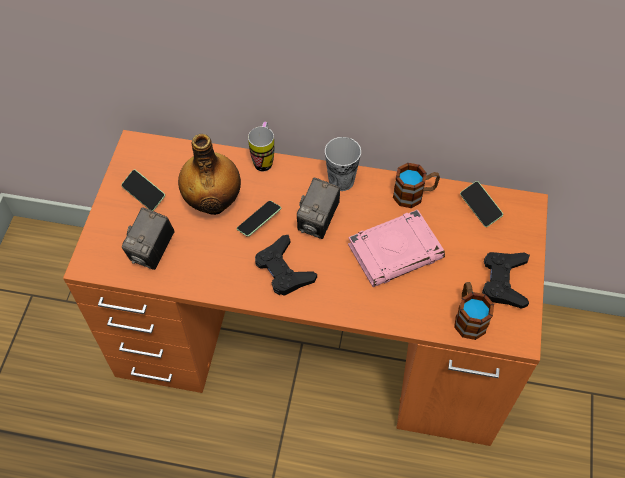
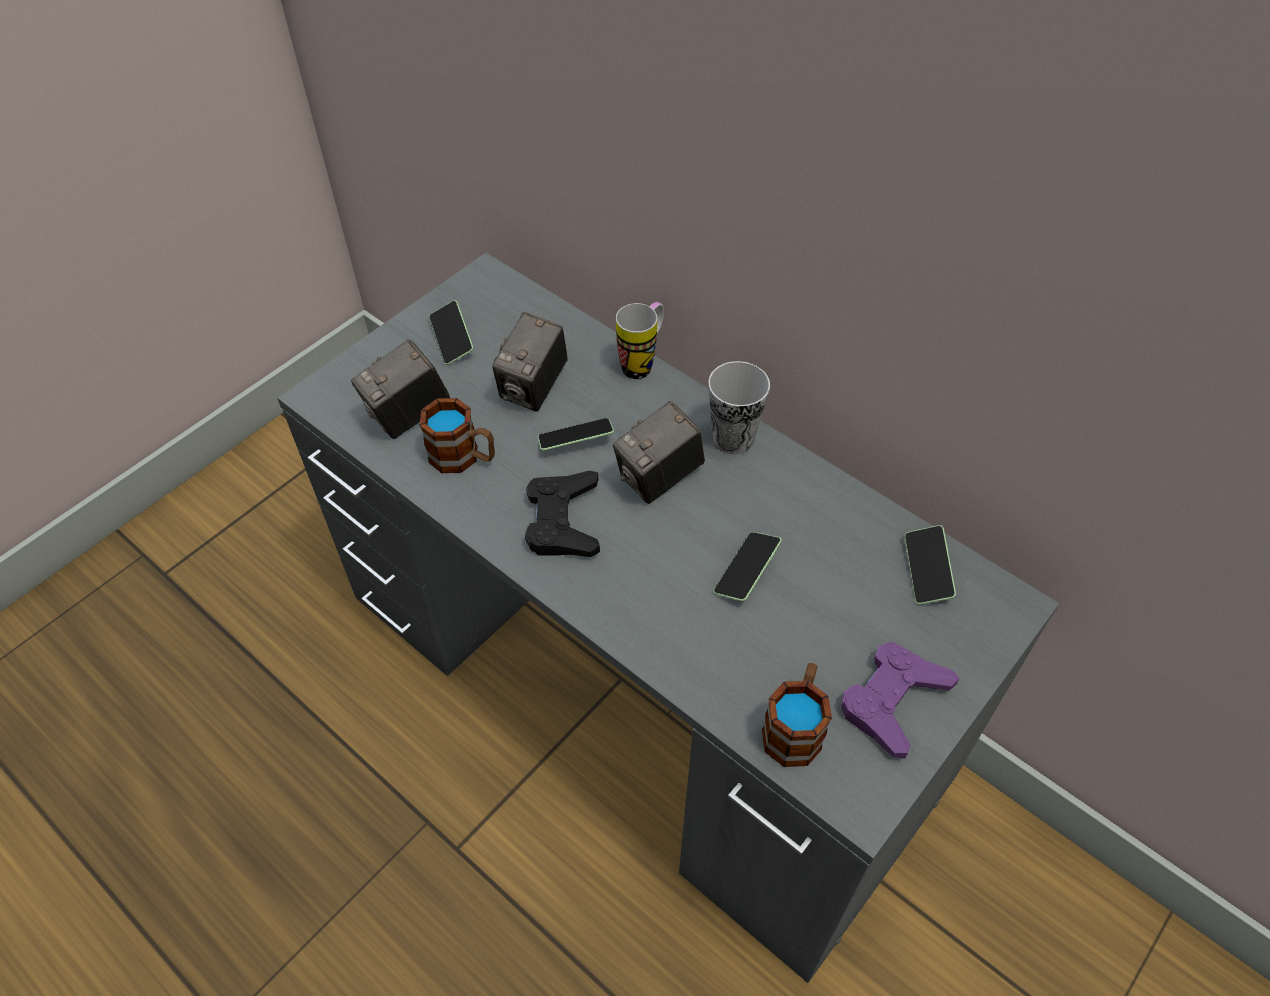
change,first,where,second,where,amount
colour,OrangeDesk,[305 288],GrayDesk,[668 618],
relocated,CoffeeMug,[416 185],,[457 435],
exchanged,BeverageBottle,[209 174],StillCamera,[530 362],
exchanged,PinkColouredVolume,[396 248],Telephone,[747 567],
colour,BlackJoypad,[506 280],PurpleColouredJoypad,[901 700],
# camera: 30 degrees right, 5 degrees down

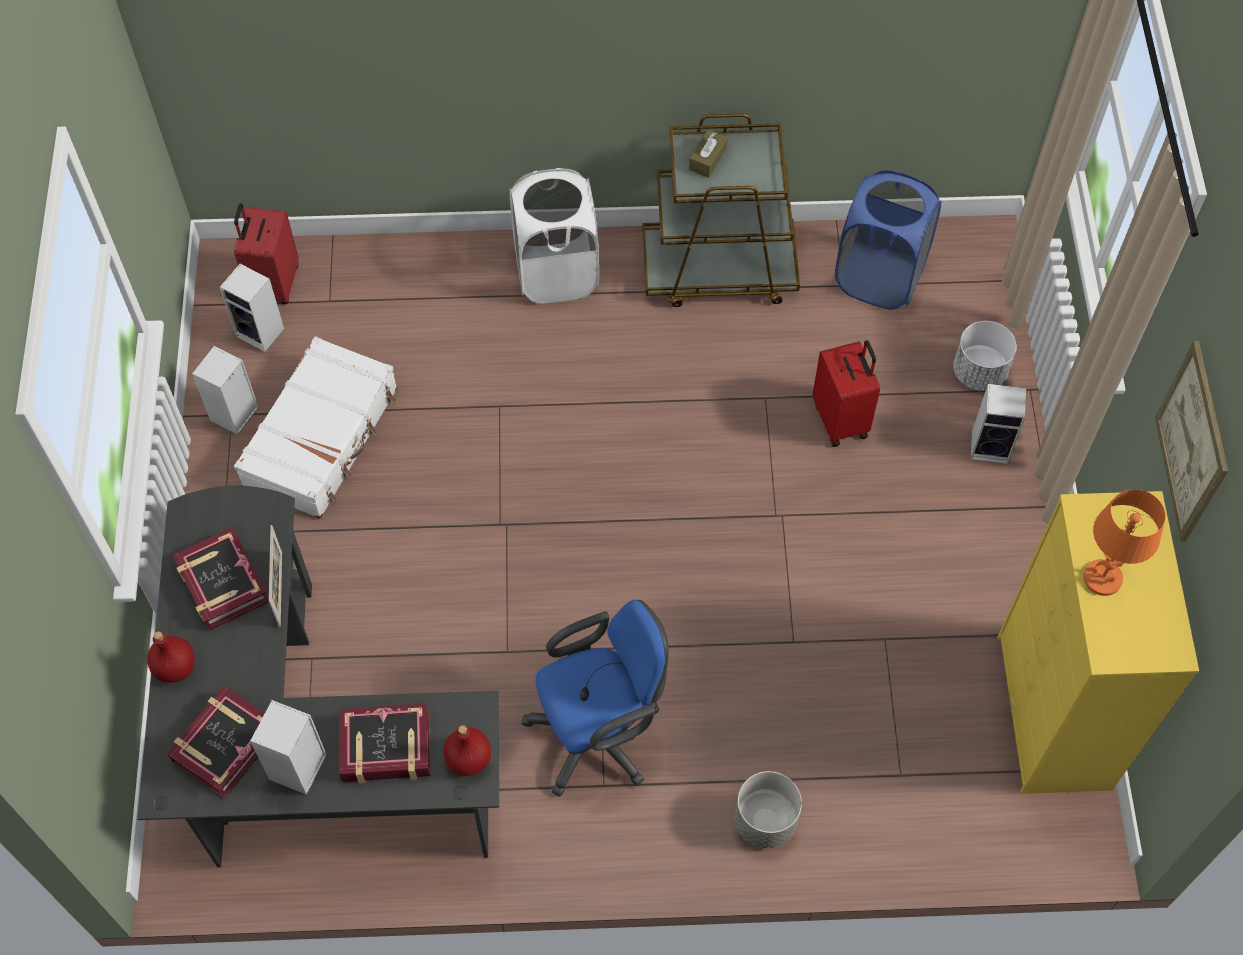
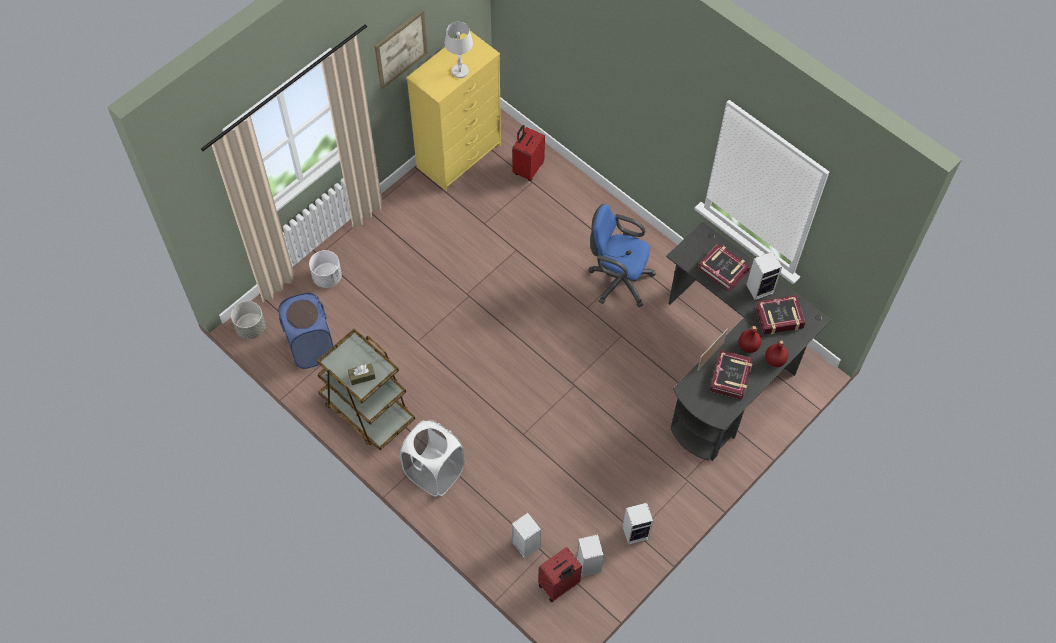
change,first,where,second,where,amount
relocated,GrayFlowerPot,[768 809],,[248 320],
colour,OrangeLampForATable,[1124 542],WhiteColouredLampForATable,[459 50],
relocated,RedColouredSuitcase,[846 393],,[528 153],
relocated,Loudspeaker,[998 424],,[526 536],
relocated,RedColouredBeverageBottle,[467 750],,[750 339],
missing,WhiteColouredSuitcase,[316 427],,,
# camera: 135 degrees left, 0 degrees up

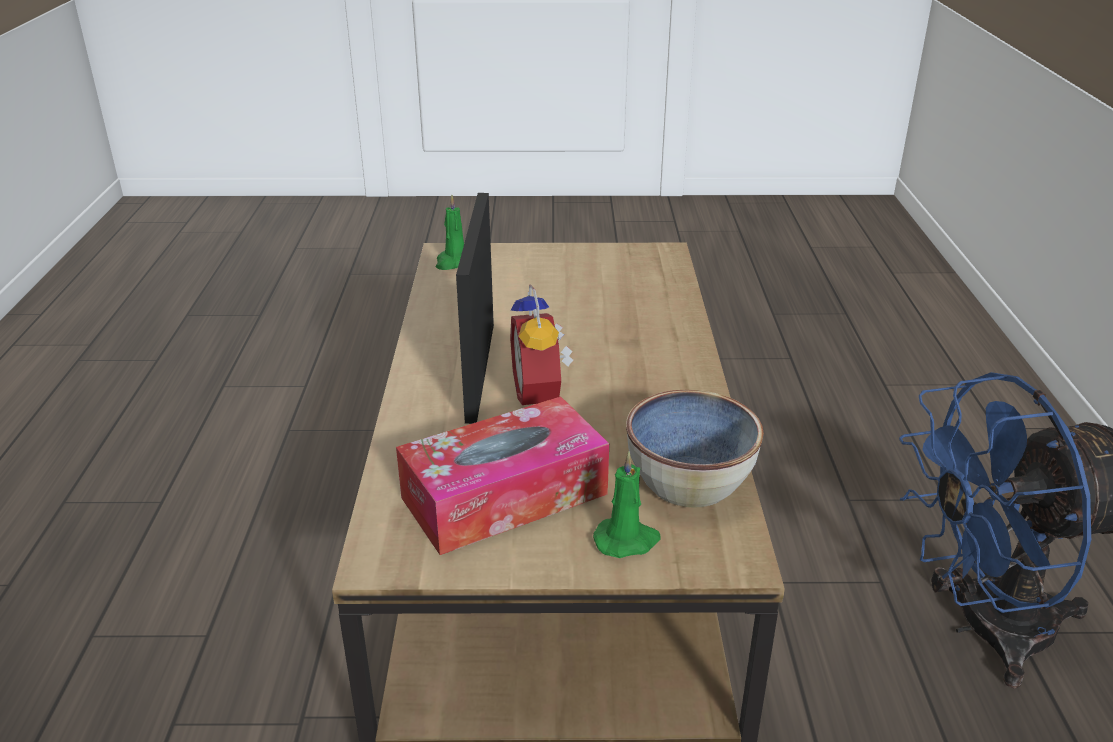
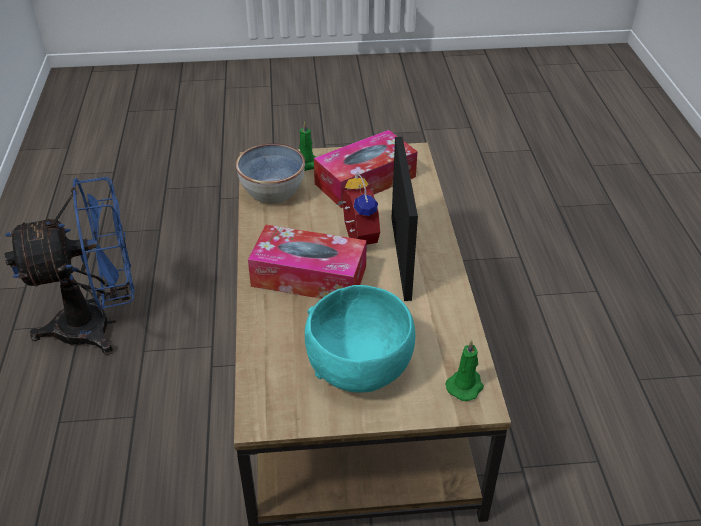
change,first,where,second,where,amount
appeared,,,BoxOfTissues,[307 262],
appeared,,,TurquoiseColouredBowl,[360 339],
# camera: 175 degrees right, 10 degrees up

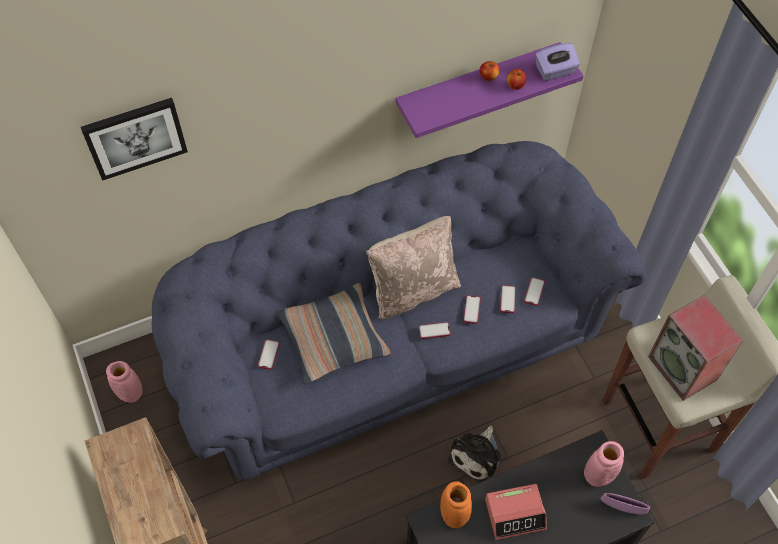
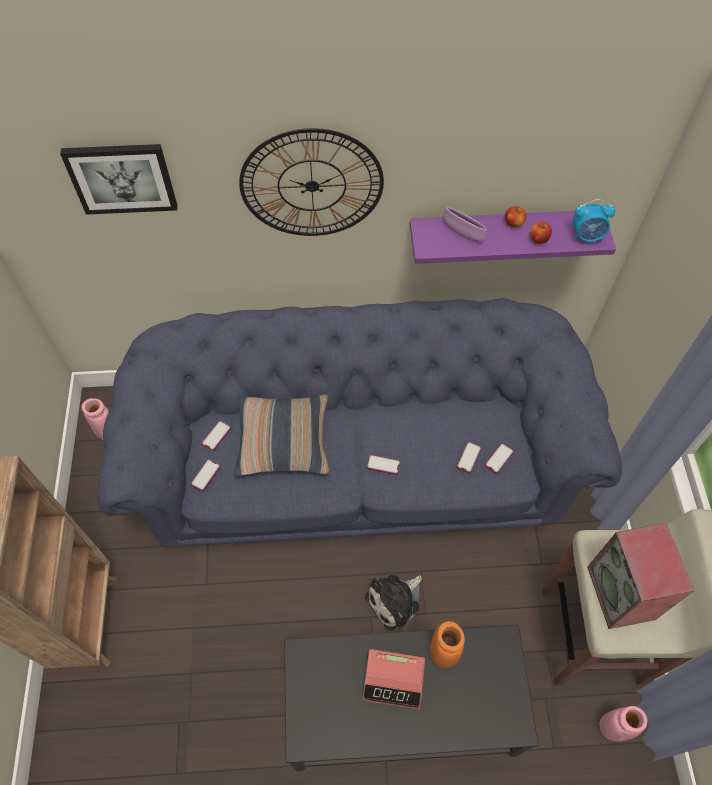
change,first,where,second,where,amount
relocated,Telephone,[472 309],,[205 475],
appeared,,,ClockOnTheWall,[311 182],
relocated,OrangeVase,[456 504],,[448 644],
relocated,PurpleColouredBowl,[625 503],,[465 224],
exchanged,PurpleColouredBoxOfTissues,[558 62],BedsideClock,[593 220],
relocated,PinkColouredVase,[604 464],,[624 723],
missing,BeigeColouredThrowPillow,[413 267],,,
# camera: 20 degrees right, 0 degrees up

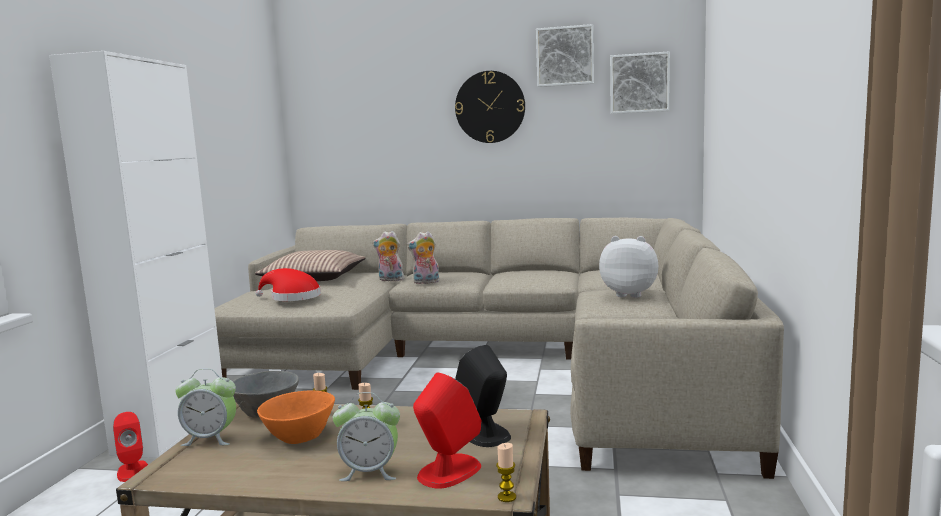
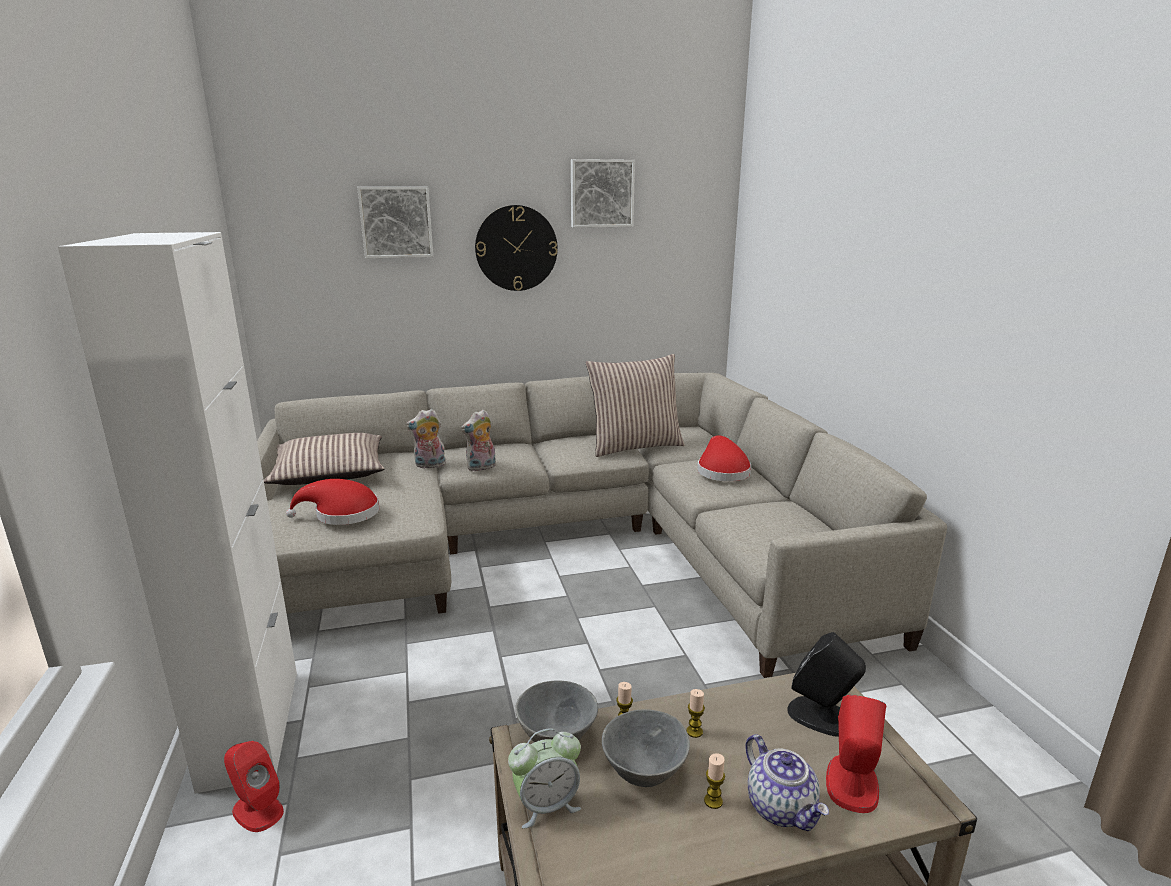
change,first,where,second,where,amount
relocated,WallPicture,[640 82],,[395 223],
appeared,,,ThrowPillow,[635 405],
colour,OrangeBowl,[296 417],GrayBowl,[646 748],
exchanged,PlushToy,[629 267],RedColouredClothingHat,[724 458],
relocated,Candle,[506 472],,[714 781],
exchanged,BedsideClock,[366 436],PotForTea,[787 783],
# camera: 25 degrees left, 10 degrees up

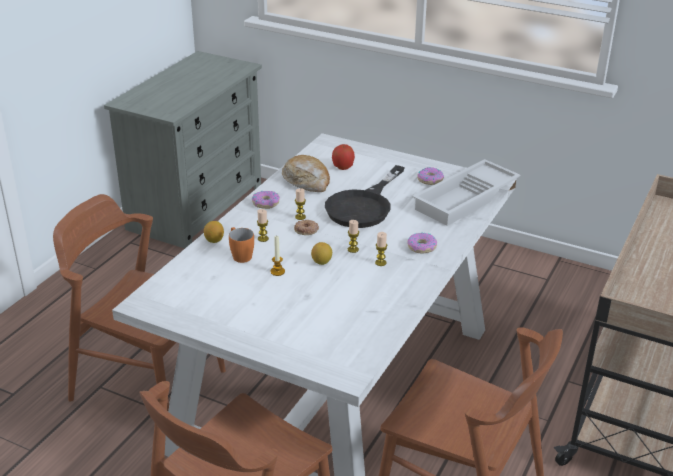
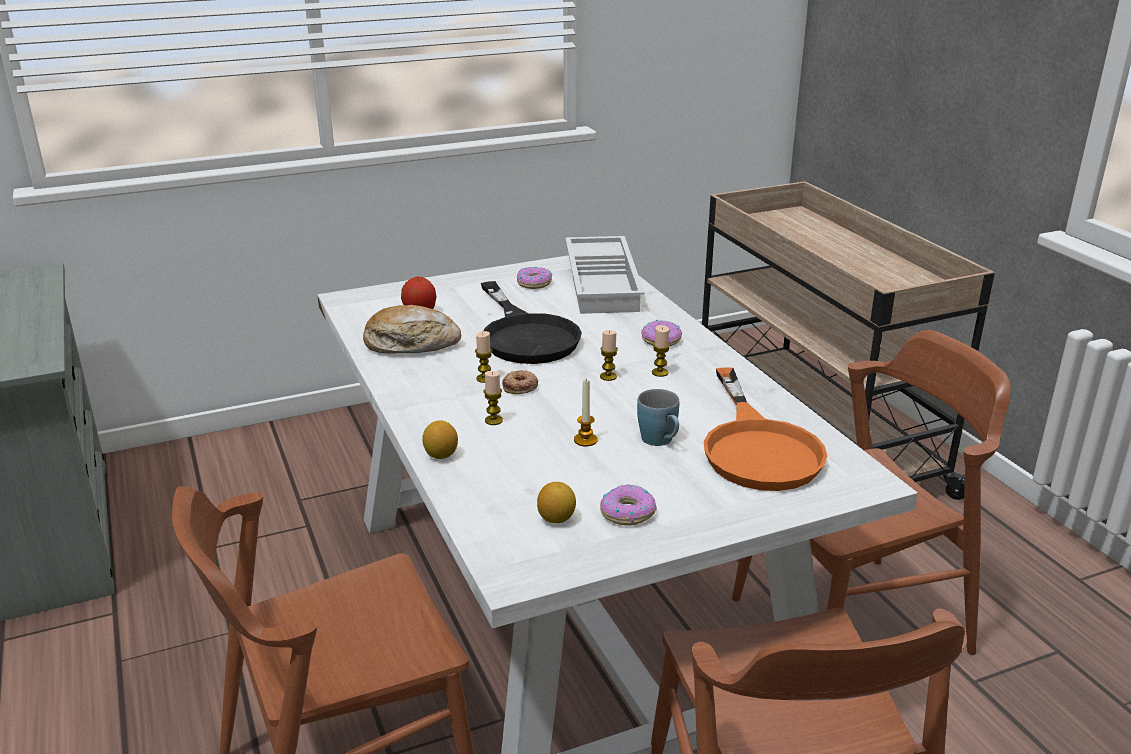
change,first,where,second,where,amount
relocated,WholeLemon,[321 253],,[556 502],
relocated,RingDoughnut,[266 200],,[628 505],
appeared,,,BlueColouredCoffeeMug,[658 417],
appeared,,,OrangePan,[765 429],
missing,OrangeCoffeeMug,[241 245],,,
# camera: 50 degrees left, 5 degrees down

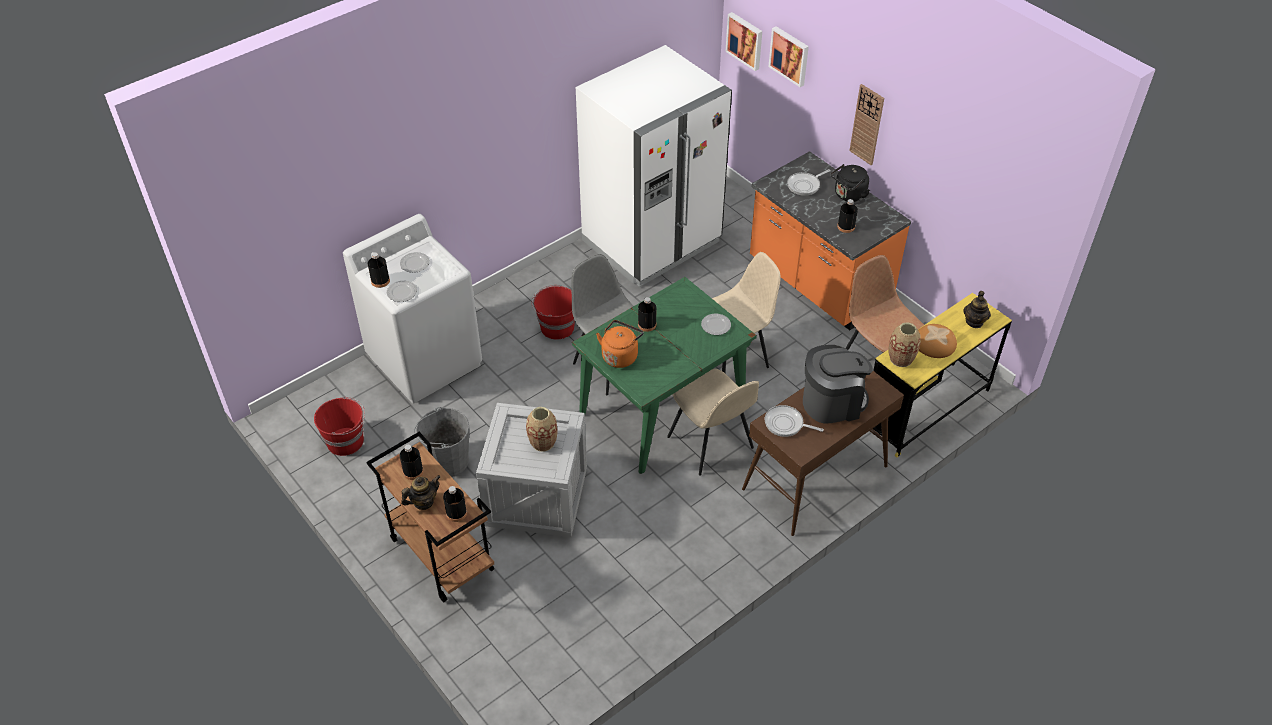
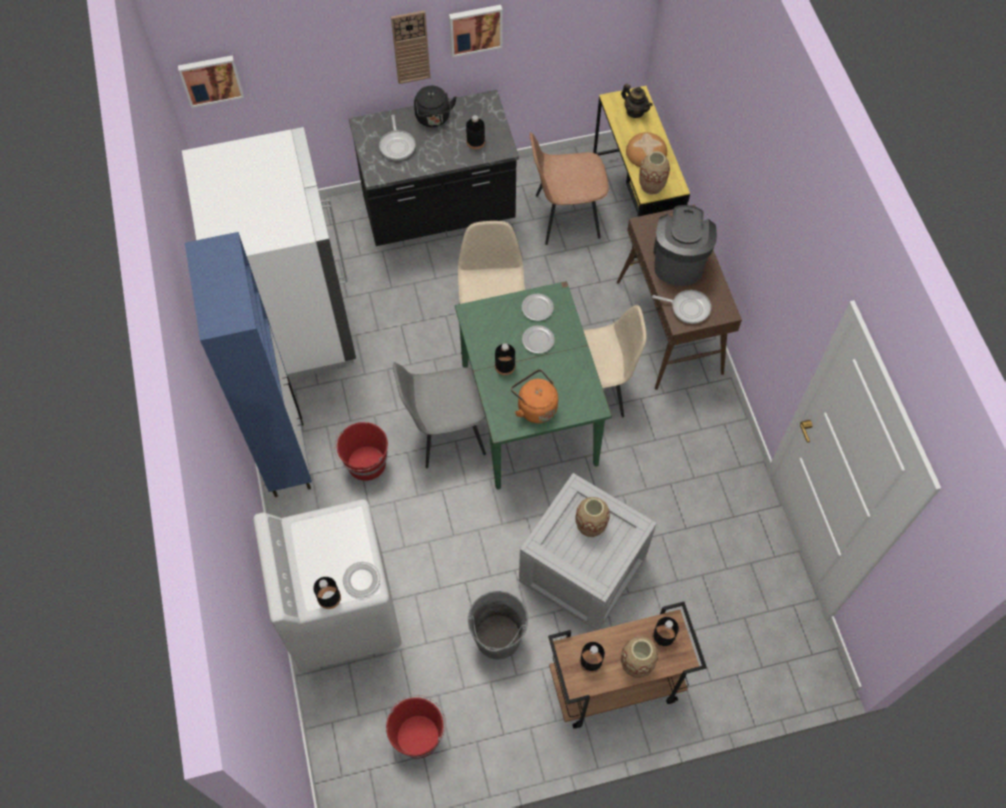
change,first,where,second,where,amount
appeared,,,BlueColouredStorageCabinet,[248 364],
colour,OrangeKitchenCounter,[830 240],BlackKitchenCounter,[434 168],
relocated,WallPicture,[788 56],,[476 31],
relocated,FlatDish,[415 262],,[538 339],
exchanged,PotForTea,[421 492],Vase,[639 657],
spun,Pan,[794 421],,[681 307],120 degrees counterclockwise
# camera: 65 degrees left, 15 degrees up

